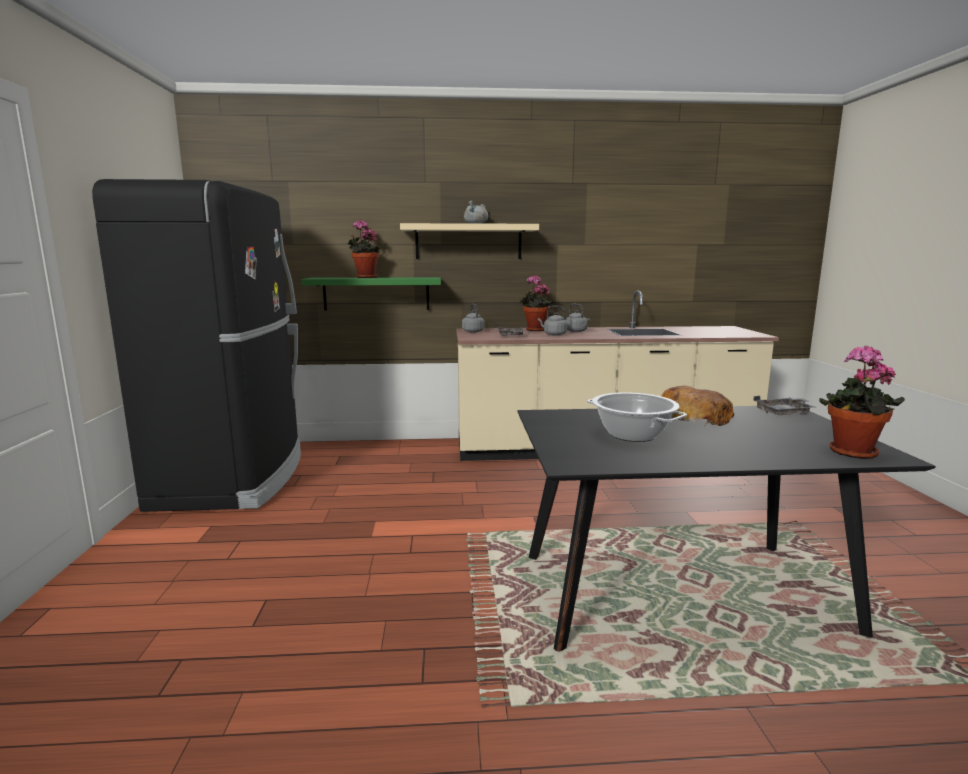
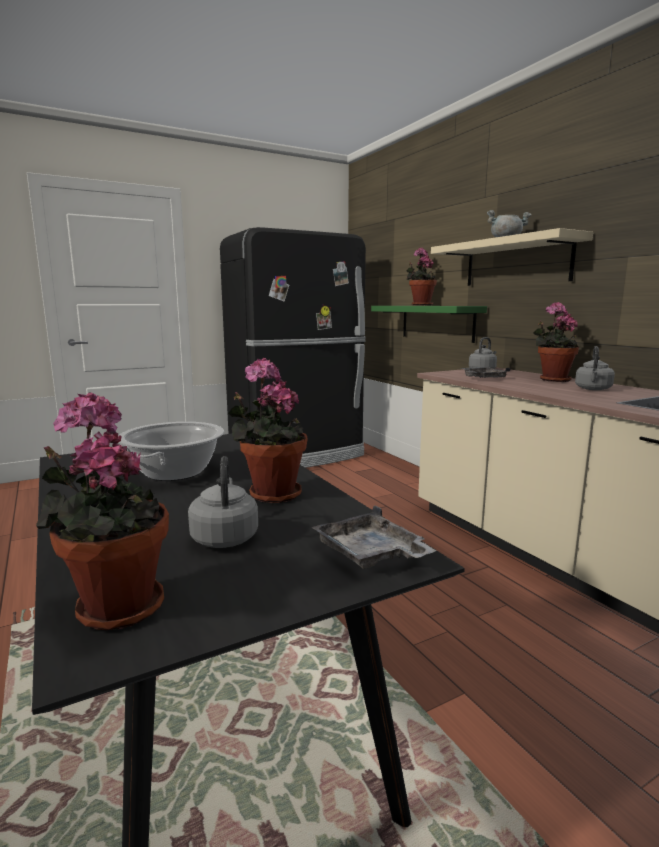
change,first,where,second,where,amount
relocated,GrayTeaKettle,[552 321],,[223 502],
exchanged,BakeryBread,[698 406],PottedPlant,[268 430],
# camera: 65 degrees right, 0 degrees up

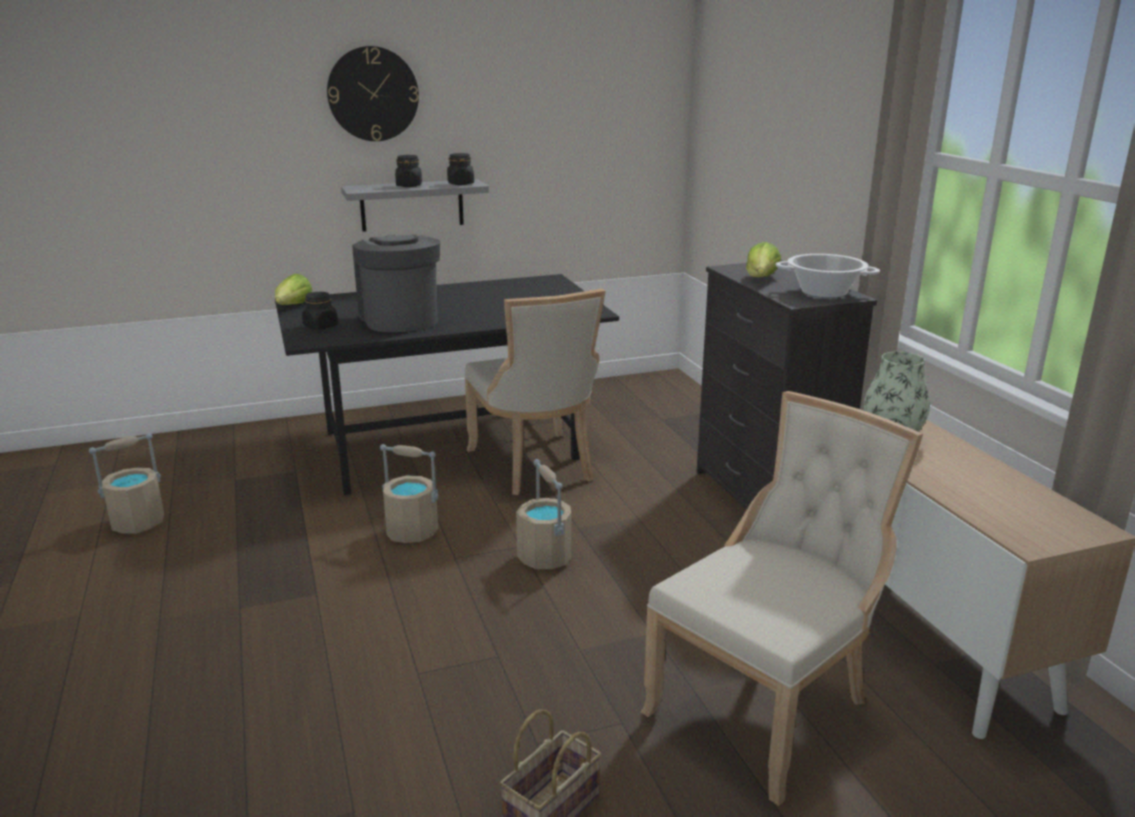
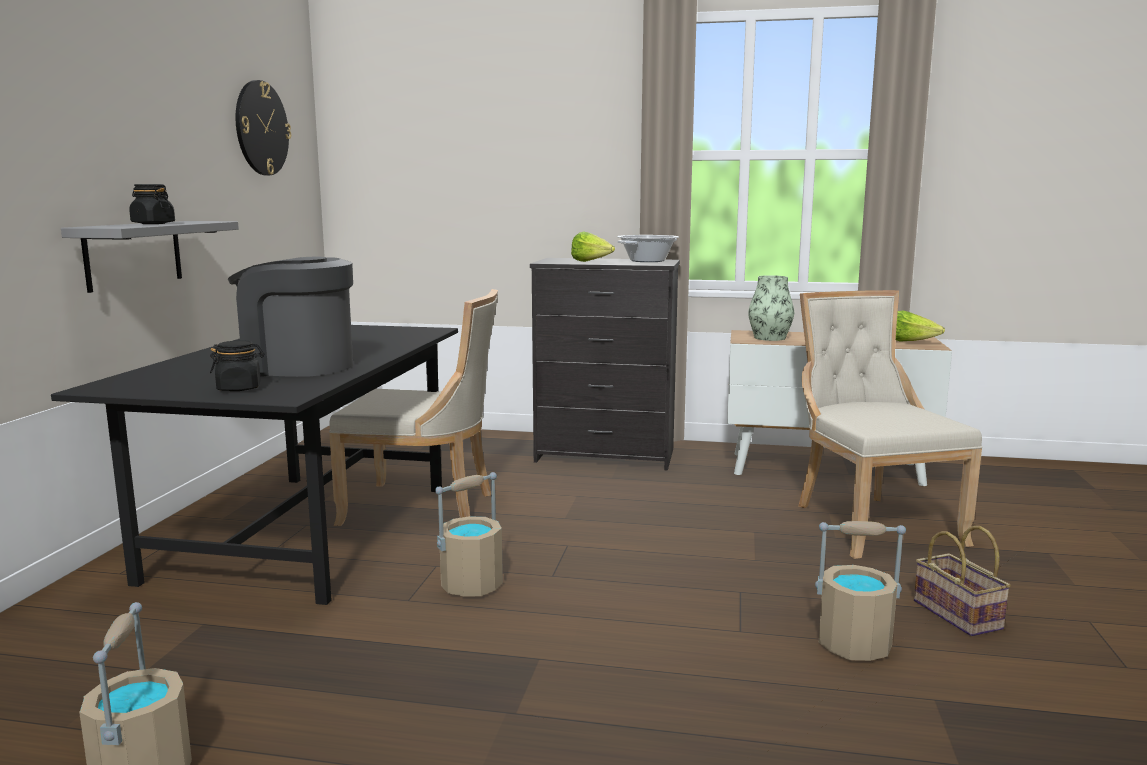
change,first,where,second,where,amount
relocated,ClockOnTheWall,[373 93],,[263 127],
relocated,BeigeColouredWaterBucket,[543 514],,[860 591],
relocated,HeadOfLettuce,[293 289],,[920 326],
missing,BlackJar,[460 169],,,
# camera: 60 degrees left, 10 degrees down

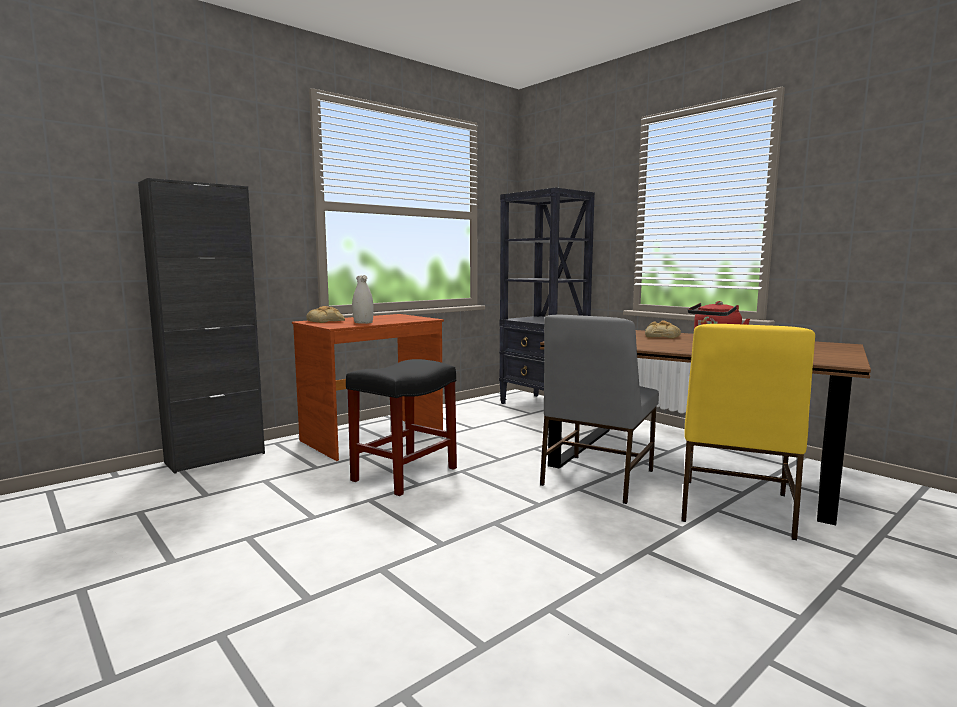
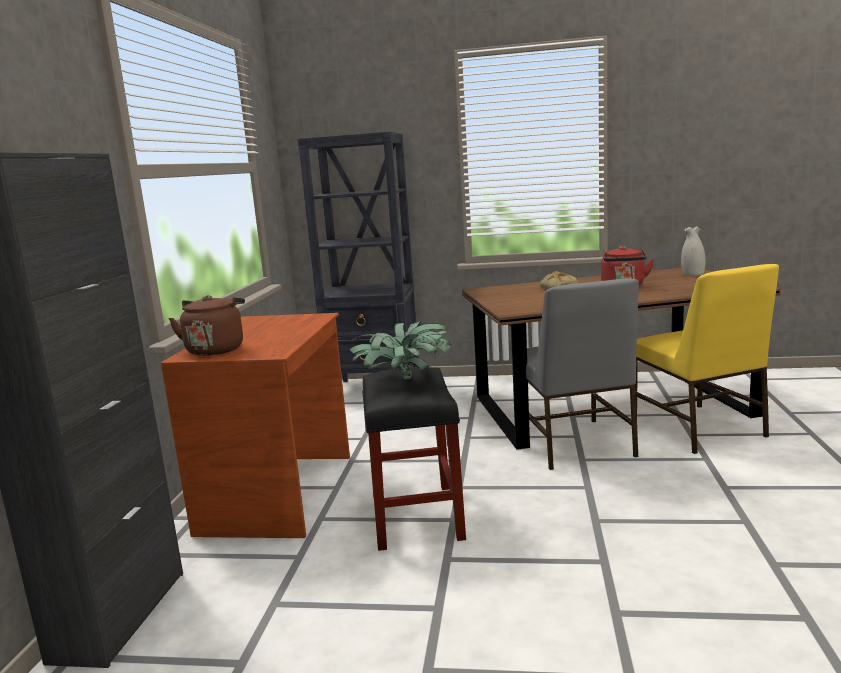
change,first,where,second,where,amount
exchanged,BakeryBread,[325 314],BrownishTeaKettle,[206 325],
appeared,,,PottedPlant,[401 351],
relocated,WhiteColouredVase,[363 299],,[693 251],
# camera: 40 degrees left, 5 degrees up

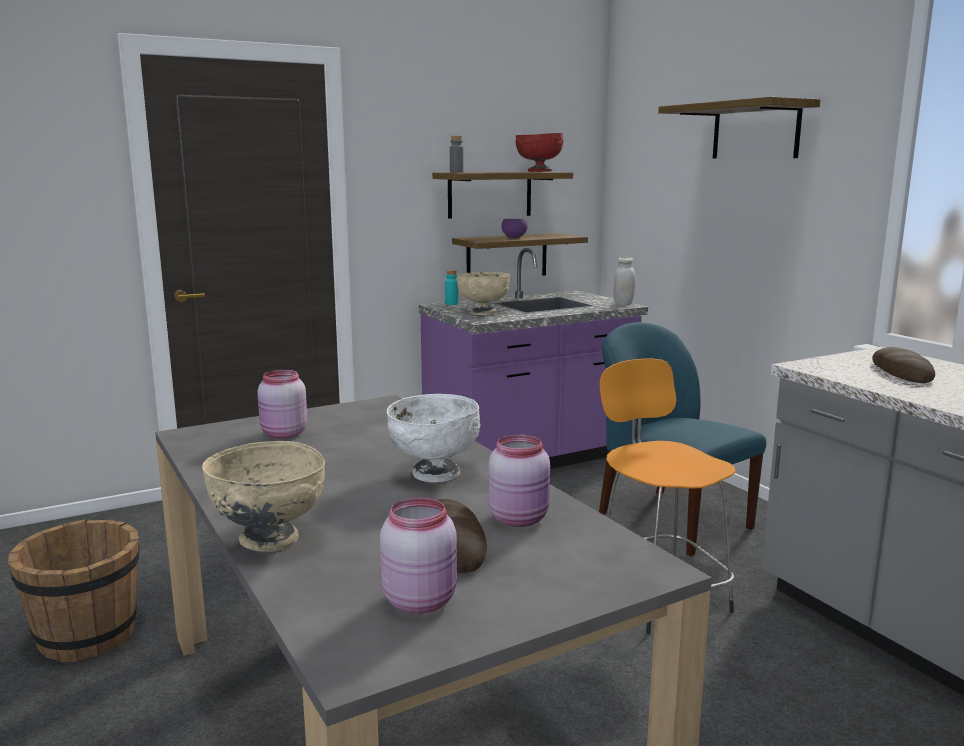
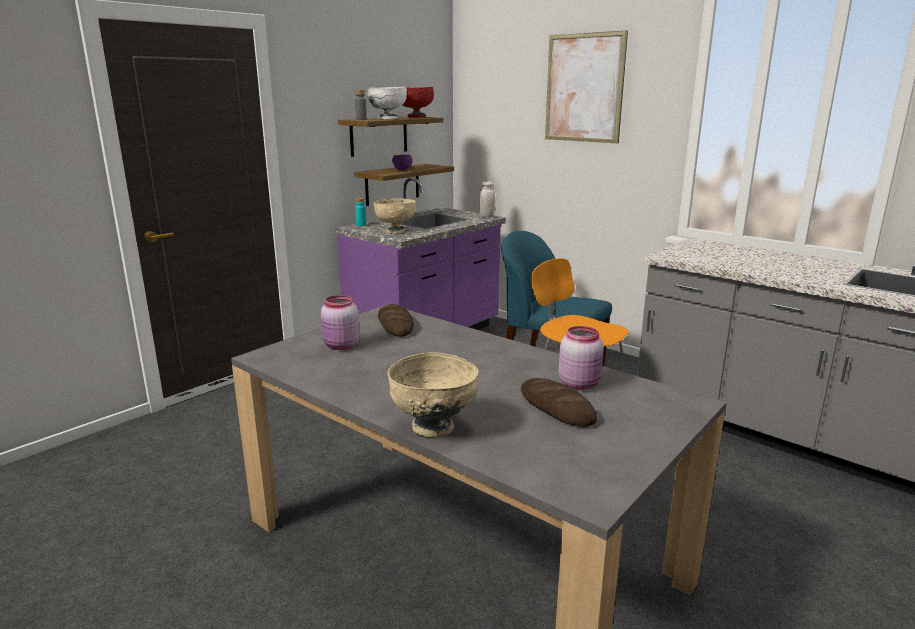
change,first,where,second,where,amount
relocated,WhiteColouredBowl,[433 438],,[387 103],
relocated,BakeryBread,[903 365],,[396 320],
exchanged,Shelf,[739 127],WallPicture,[586 87],
missing,BrownishWaterBucket,[74 590],,,
missing,PinkColouredJar,[418 555],,,
# camera: 20 degrees left, 5 degrees up

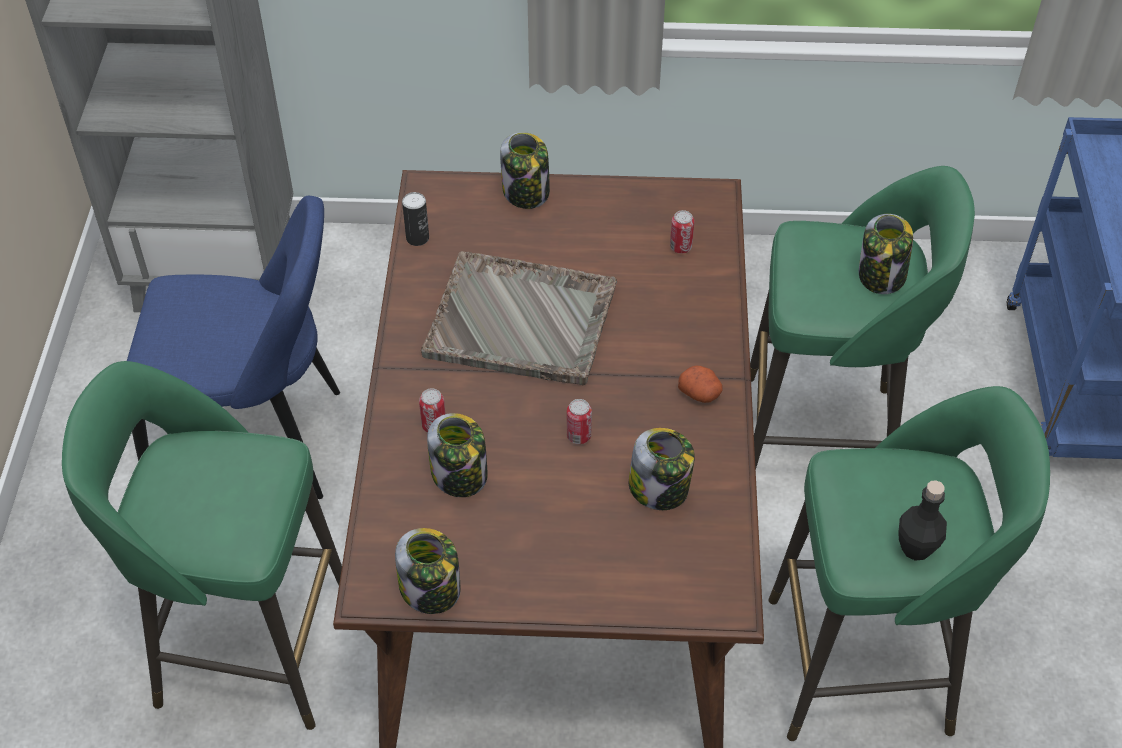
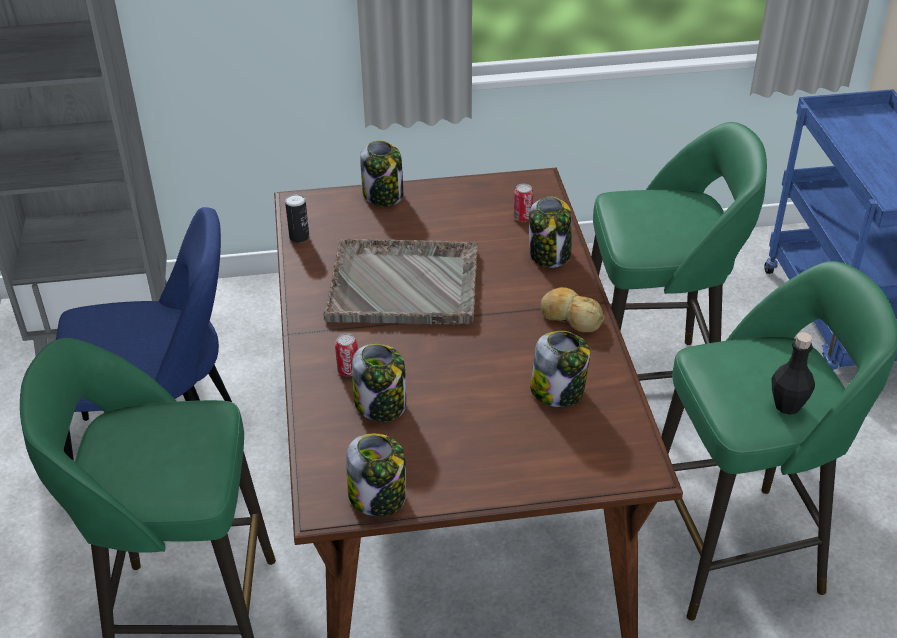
change,first,where,second,where,amount
relocated,Jar,[886 254],,[550 232],
exchanged,Potato,[700 384],BakeryBread,[573 310],
missing,Can,[579 421],,,
# camera: 10 degrees left, 10 degrees down

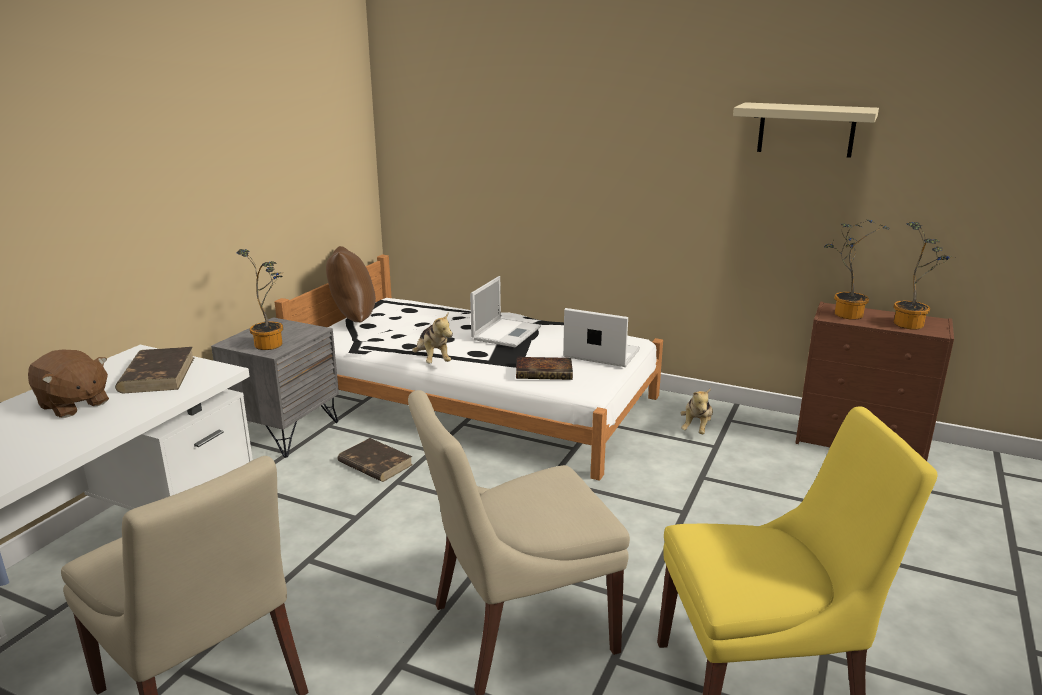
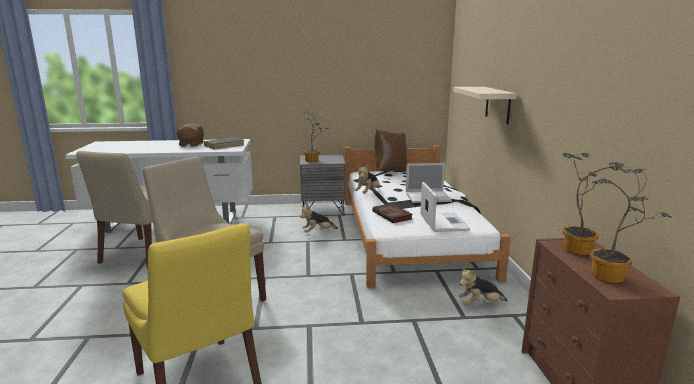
change,first,where,second,where,amount
exchanged,BrownishVolume,[375 460],PlushToy,[319 219],
relocated,BeigeColouredShelf,[806 130],,[485 105],
# camera: 60 degrees right, 5 degrees down

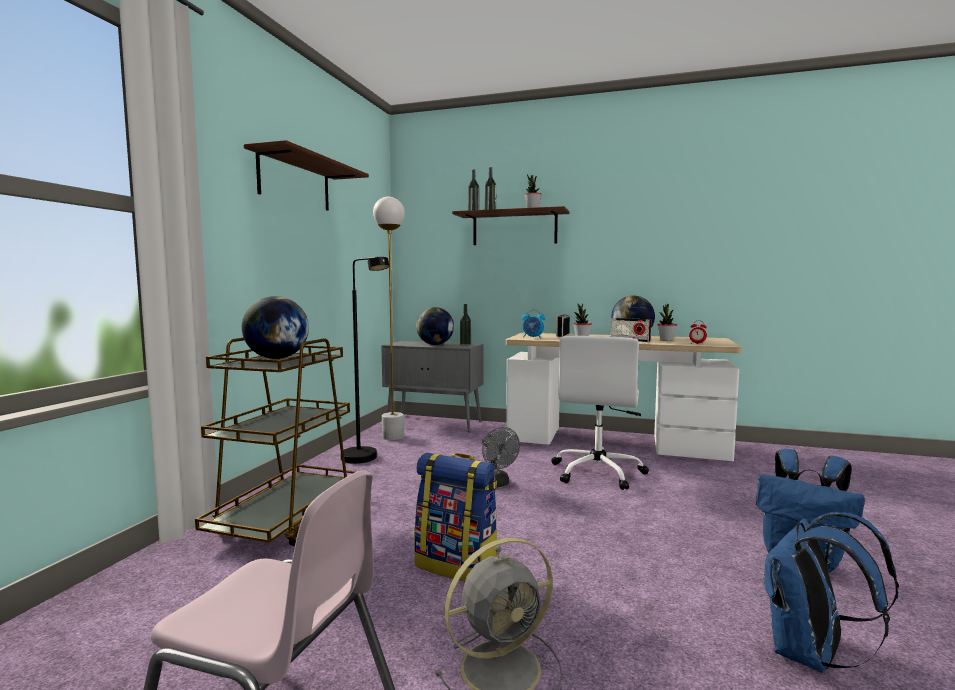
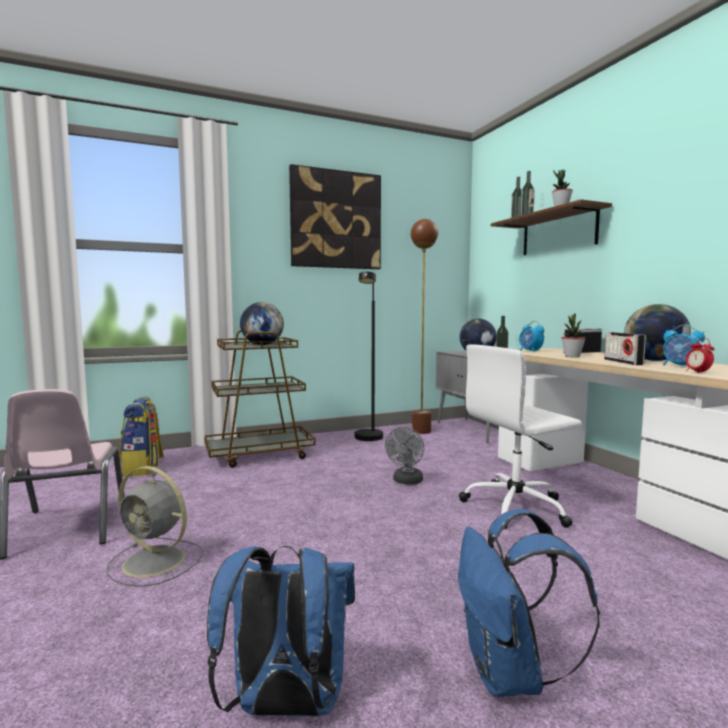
change,first,where,second,where,amount
relocated,Knapsack,[455 517],,[141 437],
exchanged,Shelf,[306 175],WallPicture,[335 216],
colour,WhiteColouredStandingLamp,[389 318],BrownishStandingLamp,[424 326],
exchanged,PottedPlant,[667 322],BedsideClock,[684 345],
# camera: 50 degrees right, 0 degrees up

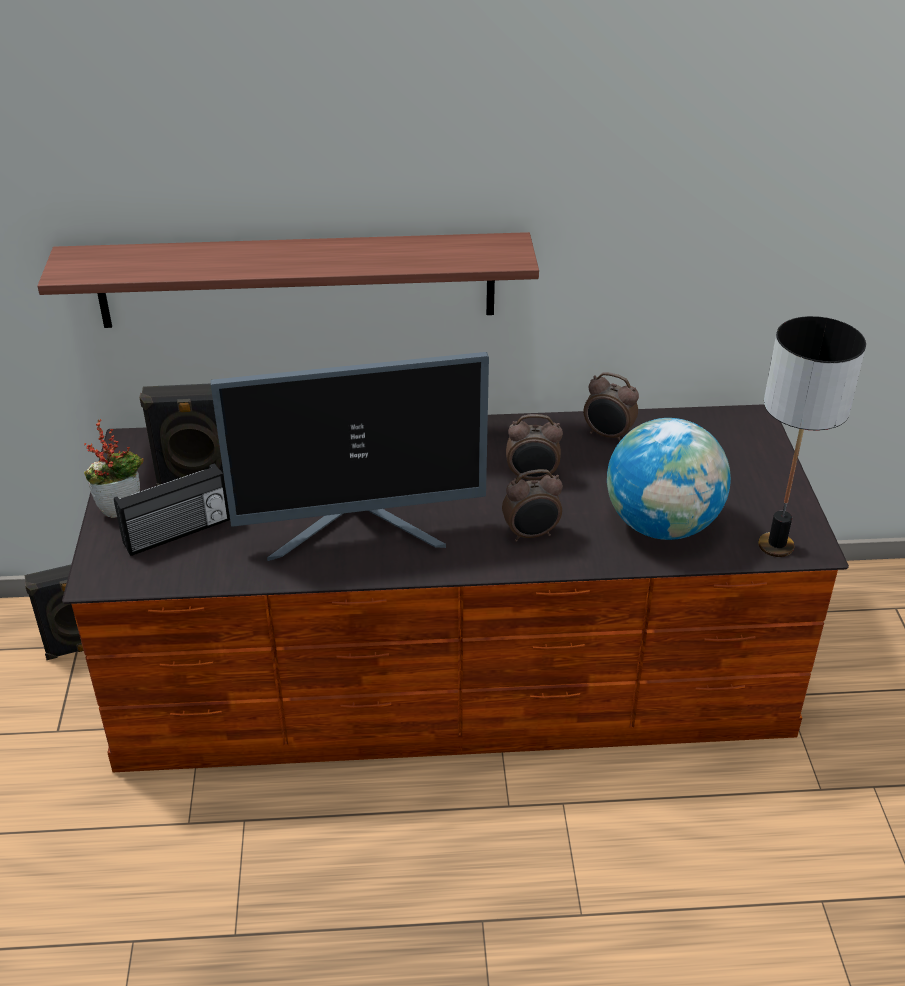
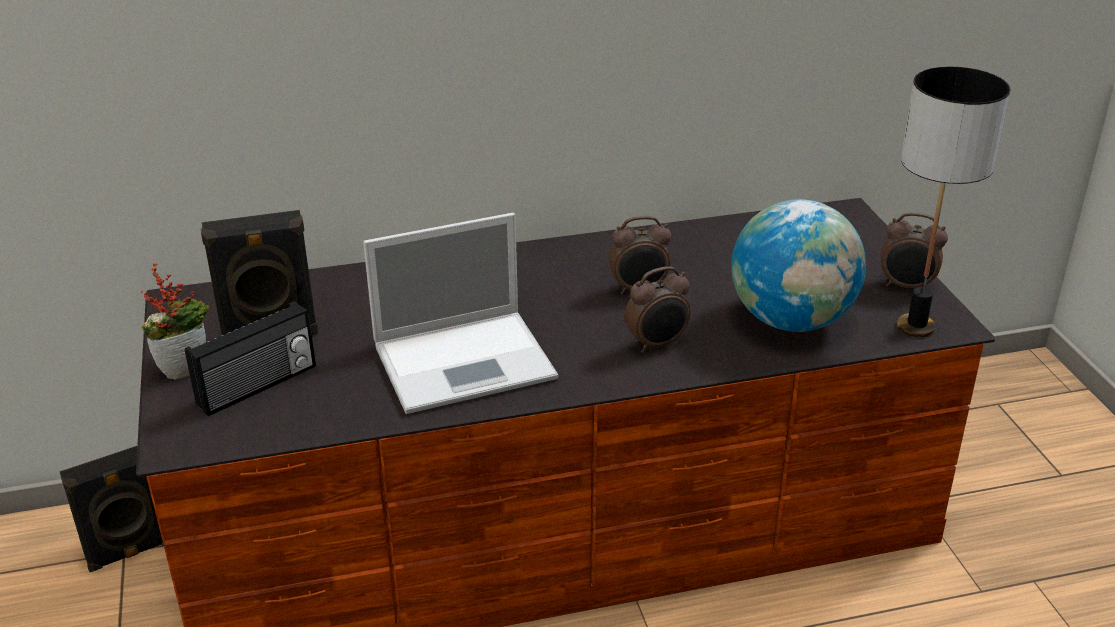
change,first,where,second,where,amount
exchanged,ComputerScreen,[350 456],NotebookComputer,[460 313],
relocated,BedsideClock,[611 407],,[914 250],
missing,Shelf,[288 280],,,
# camera: 10 degrees left, 5 degrees down

